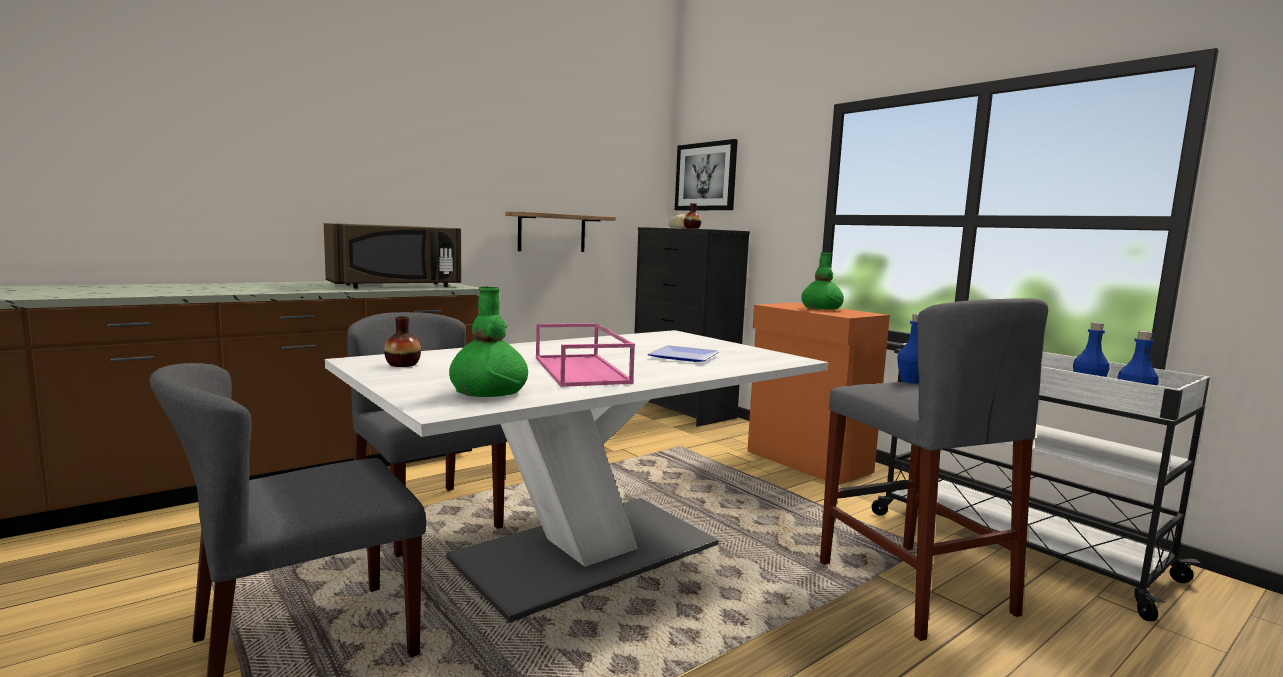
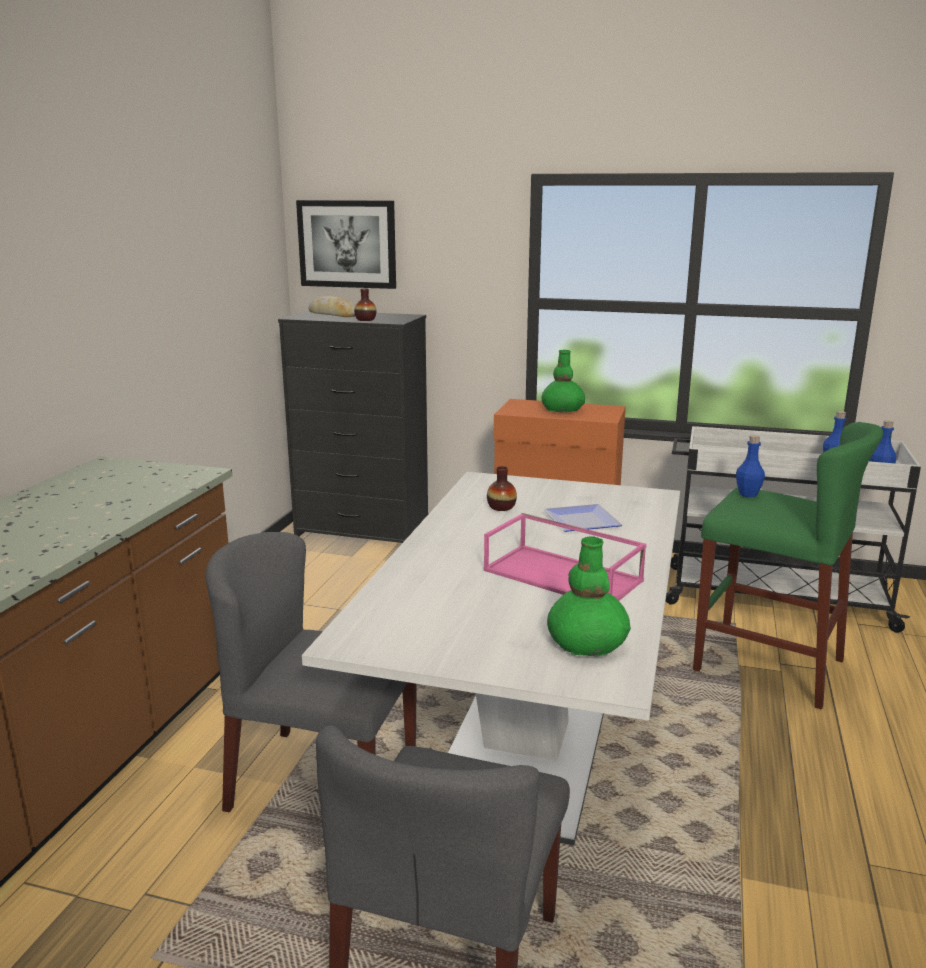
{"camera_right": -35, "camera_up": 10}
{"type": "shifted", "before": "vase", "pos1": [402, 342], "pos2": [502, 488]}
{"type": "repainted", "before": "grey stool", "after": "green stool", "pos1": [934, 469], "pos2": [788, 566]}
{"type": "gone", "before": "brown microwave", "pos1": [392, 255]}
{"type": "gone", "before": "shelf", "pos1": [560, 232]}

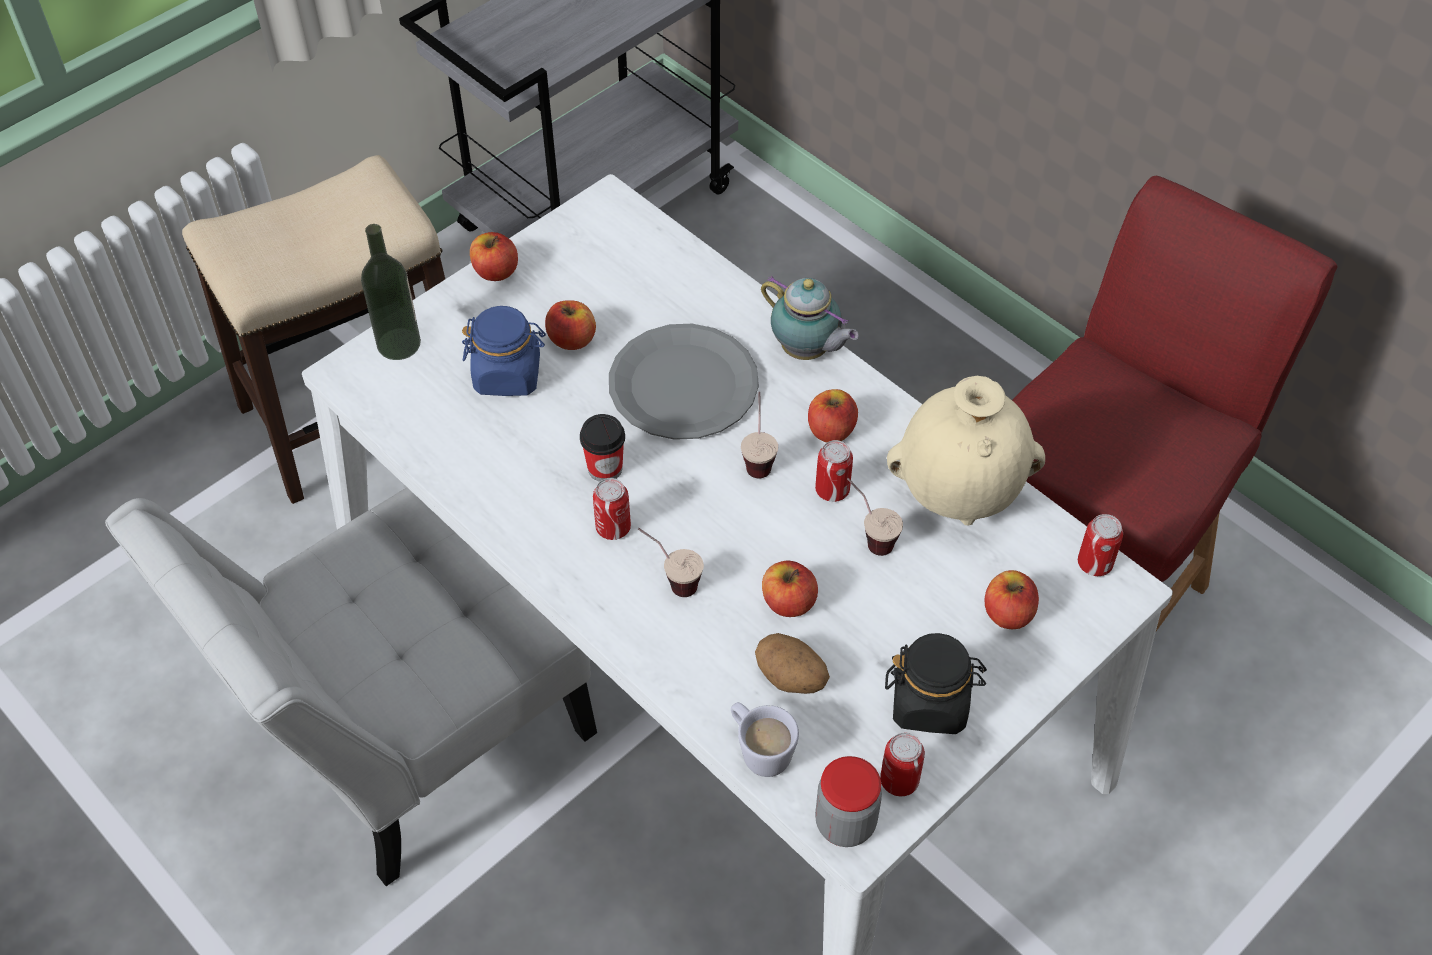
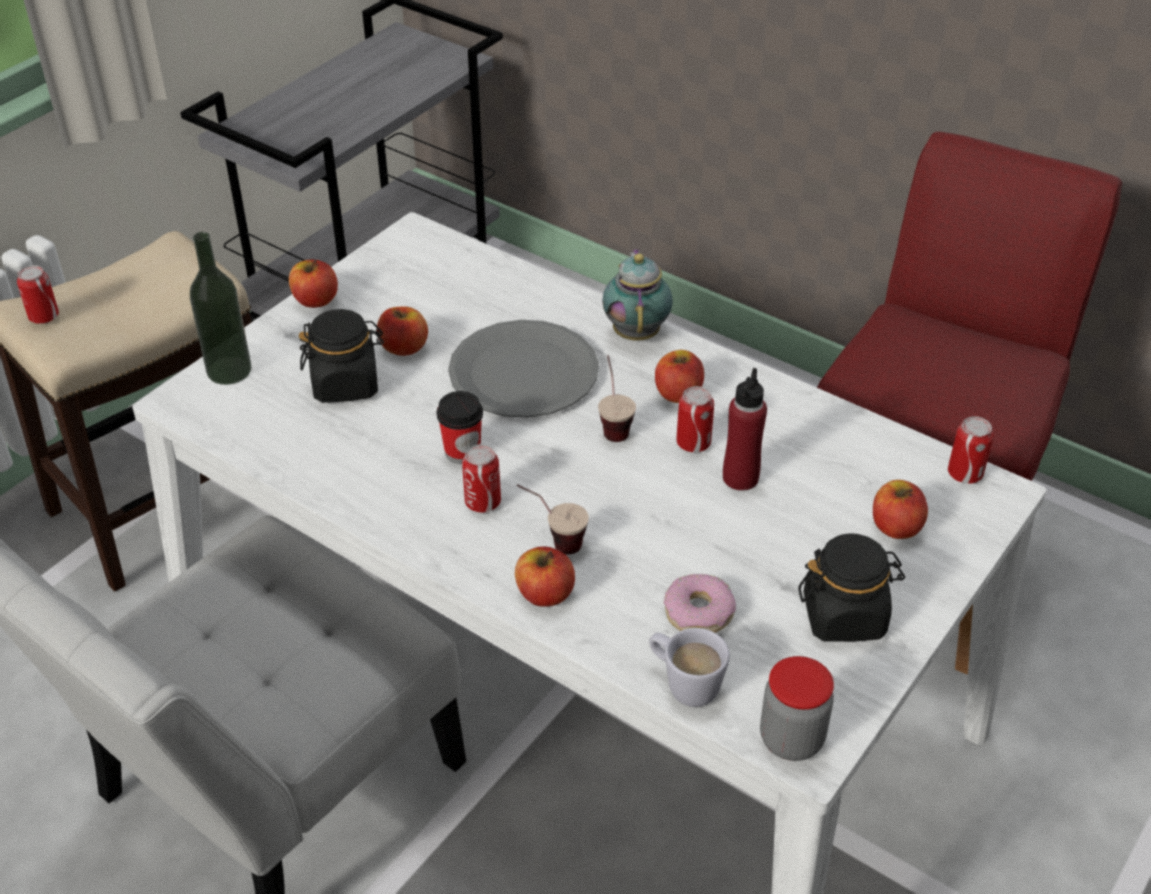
{"camera_right": -10, "camera_up": -10}
{"type": "shifted", "before": "can", "pos1": [902, 764], "pos2": [38, 294]}
{"type": "repainted", "before": "blue jar", "after": "black jar", "pos1": [504, 351], "pos2": [341, 356]}
{"type": "shifted", "before": "apple", "pos1": [790, 589], "pos2": [545, 576]}
{"type": "rotated", "before": "teapot", "pos1": [810, 318], "pos2": [637, 295], "turn": -120}
{"type": "swapped", "before": "potato", "after": "donut", "pos1": [792, 663], "pos2": [700, 603]}
{"type": "swapped", "before": "cup", "after": "red bottle", "pos1": [875, 517], "pos2": [745, 429]}
{"type": "gone", "before": "beige vase", "pos1": [966, 450]}

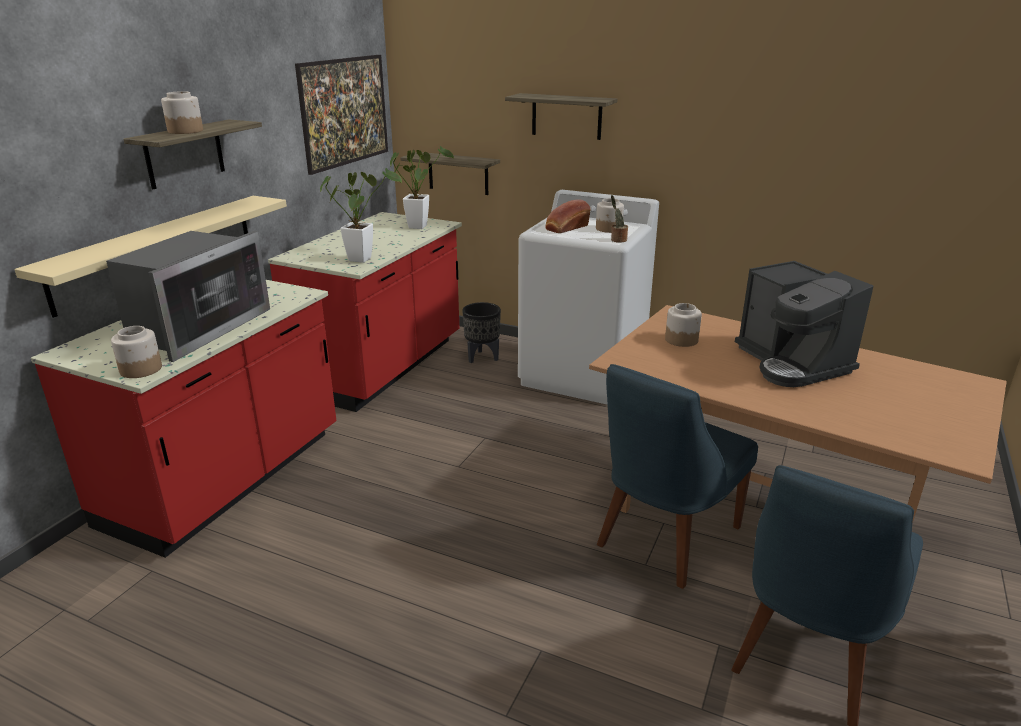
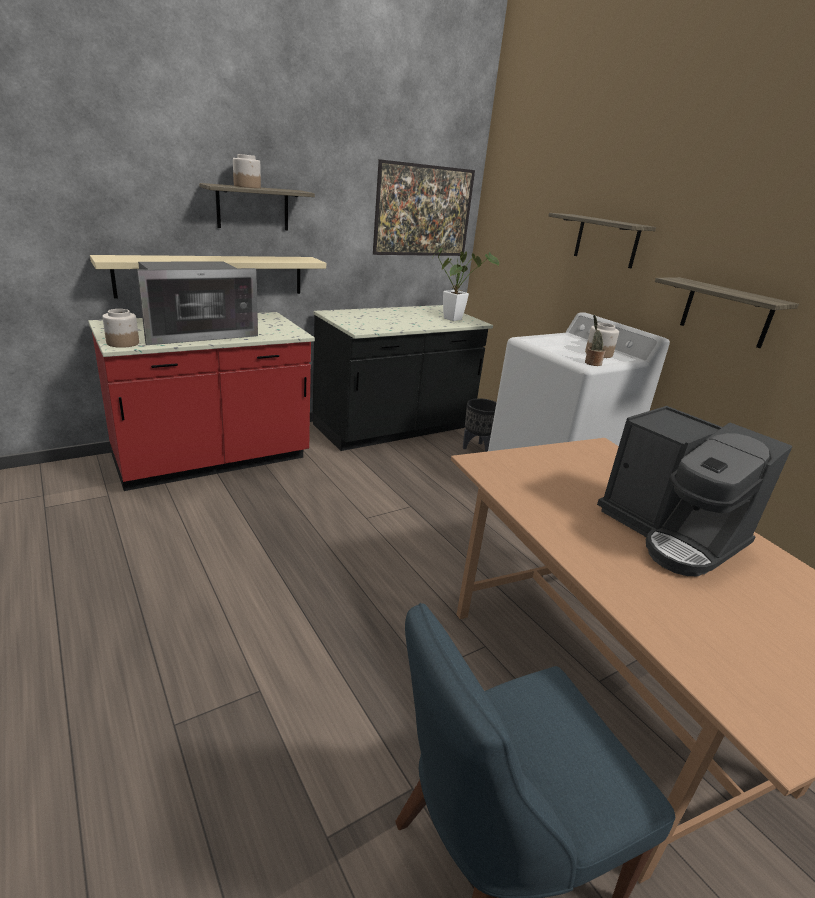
{"camera_right": 30, "camera_up": 0}
{"type": "repainted", "before": "red counter", "after": "black counter", "pos1": [365, 312], "pos2": [403, 378]}
{"type": "rotated", "before": "coffee machine", "pos1": [804, 324], "pos2": [694, 491], "turn": -45}
{"type": "shifted", "before": "shelf", "pos1": [450, 173], "pos2": [727, 312]}
{"type": "gone", "before": "potted plant", "pos1": [361, 215]}
{"type": "gone", "before": "bread", "pos1": [567, 216]}
{"type": "gone", "before": "blue chair", "pos1": [677, 476]}
{"type": "gone", "before": "jar", "pos1": [683, 325]}

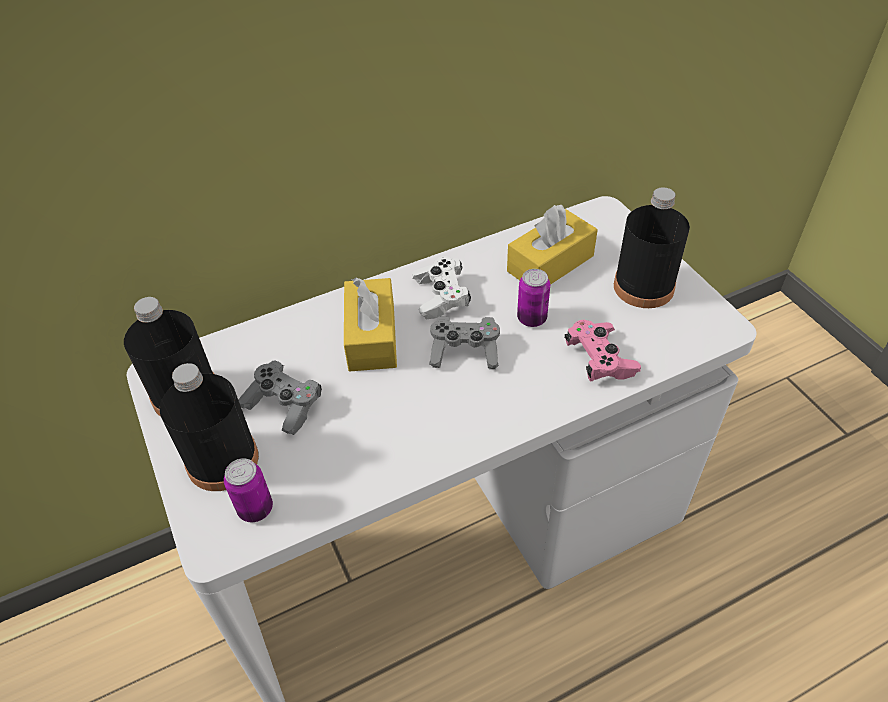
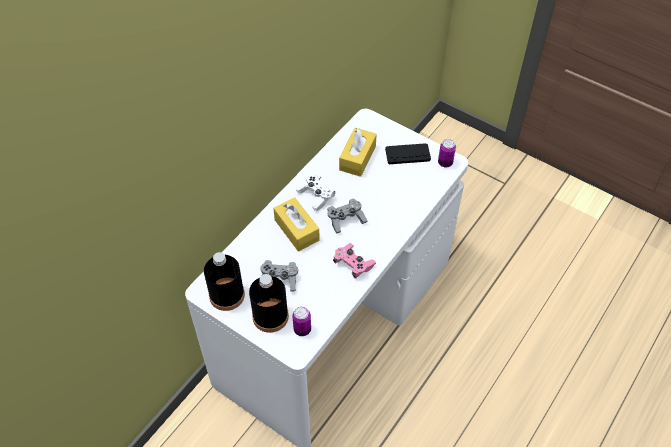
{"camera_right": -30, "camera_up": 5}
{"type": "shifted", "before": "pink game controller", "pos1": [603, 350], "pos2": [354, 261]}
{"type": "swapped", "before": "black bottle", "after": "black game controller", "pos1": [652, 247], "pos2": [408, 153]}
{"type": "shifted", "before": "can", "pos1": [533, 298], "pos2": [447, 153]}

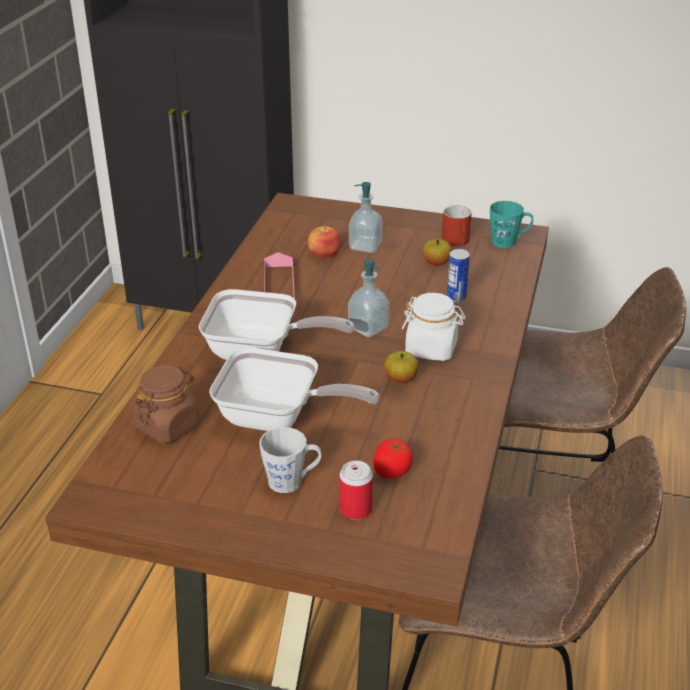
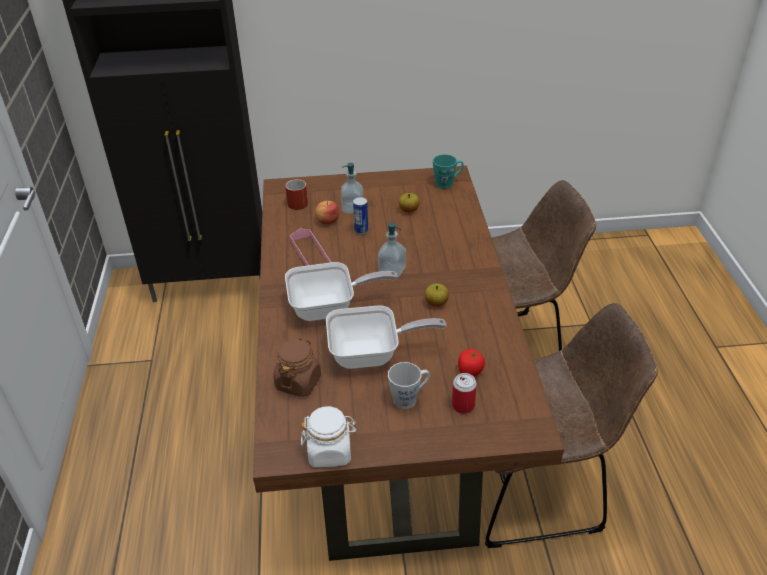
{"camera_right": -20, "camera_up": 5}
{"type": "shifted", "before": "red mug", "pos1": [457, 225], "pos2": [296, 194]}
{"type": "shifted", "before": "white jar", "pos1": [434, 327], "pos2": [328, 436]}
{"type": "shifted", "before": "can", "pos1": [458, 276], "pos2": [360, 216]}

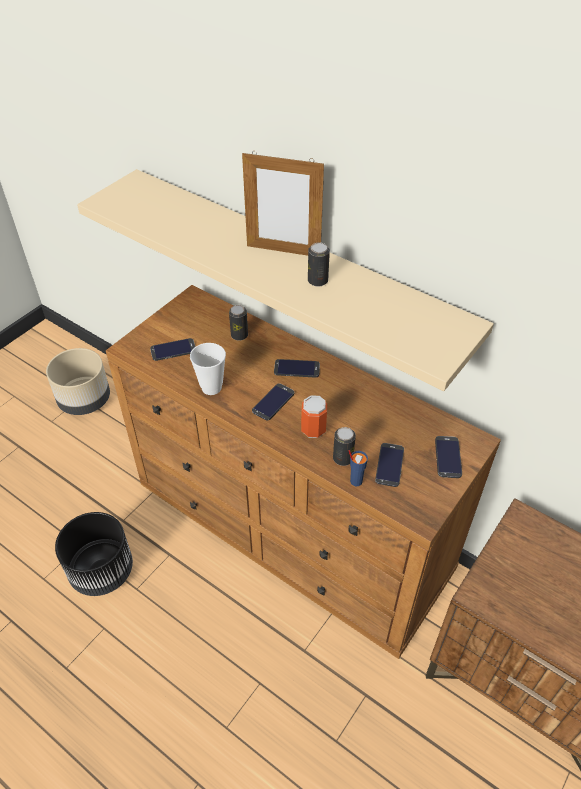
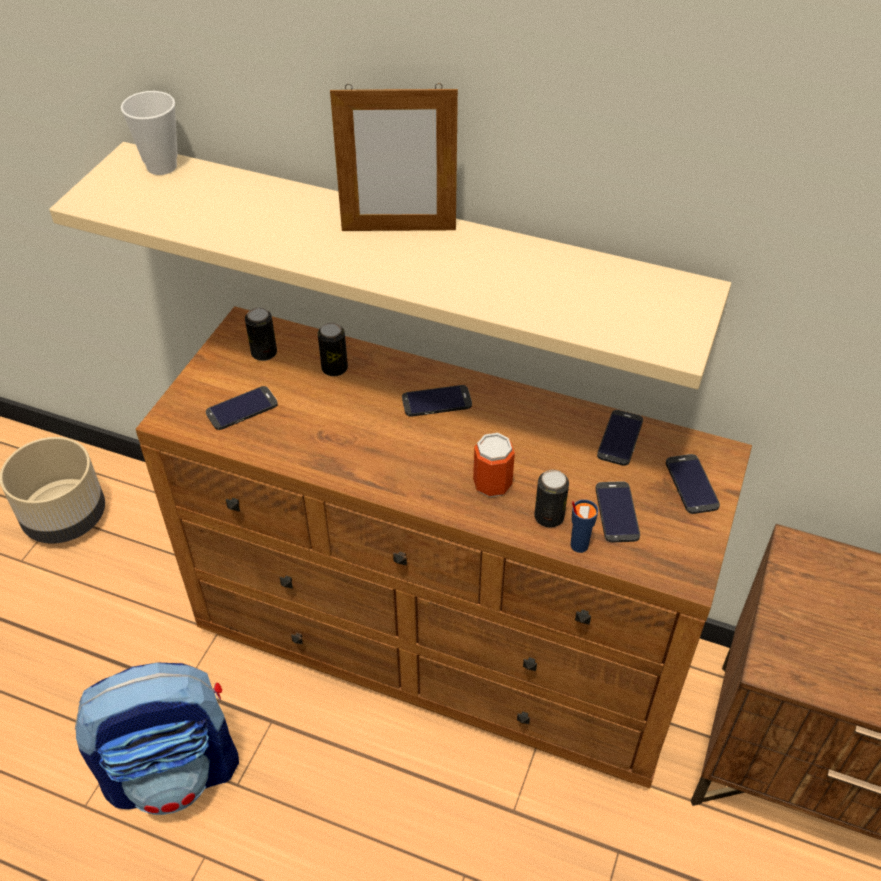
{"camera_right": -15, "camera_up": 0}
{"type": "swapped", "before": "black planter", "after": "backpack", "pos1": [94, 554], "pos2": [157, 739]}
{"type": "shifted", "before": "cup", "pos1": [208, 369], "pos2": [149, 133]}
{"type": "shifted", "before": "can", "pos1": [319, 264], "pos2": [261, 334]}
{"type": "shifted", "before": "phone", "pos1": [273, 402], "pos2": [620, 438]}

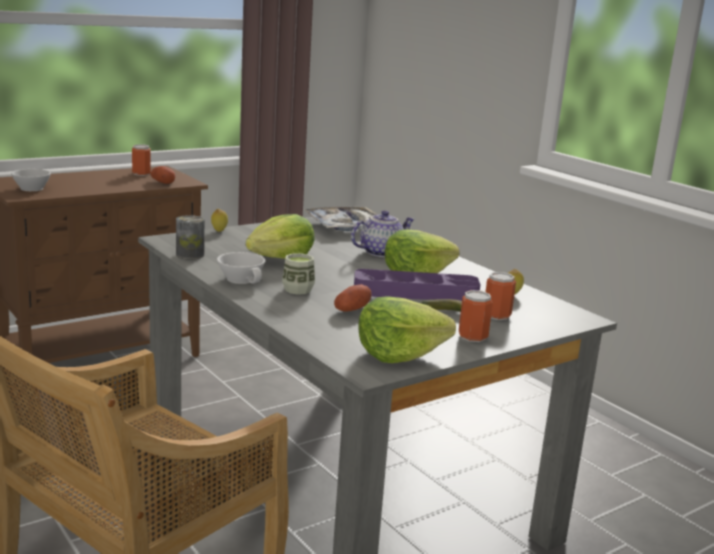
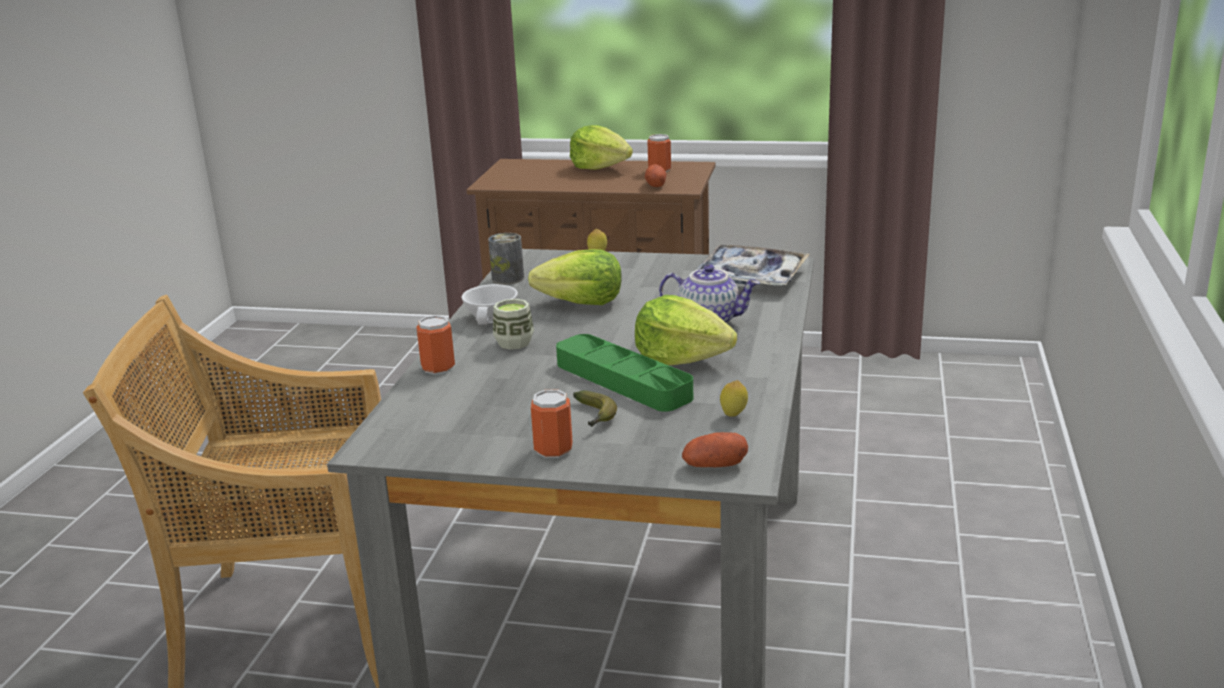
{"camera_right": 50, "camera_up": 5}
{"type": "shifted", "before": "can", "pos1": [501, 296], "pos2": [435, 344]}
{"type": "repainted", "before": "purple tray", "after": "green tray", "pos1": [417, 285], "pos2": [624, 373]}
{"type": "shifted", "before": "lettuce", "pos1": [407, 329], "pos2": [601, 147]}
{"type": "shifted", "before": "potato", "pos1": [353, 298], "pos2": [715, 449]}
{"type": "gone", "before": "white cup", "pos1": [31, 180]}

